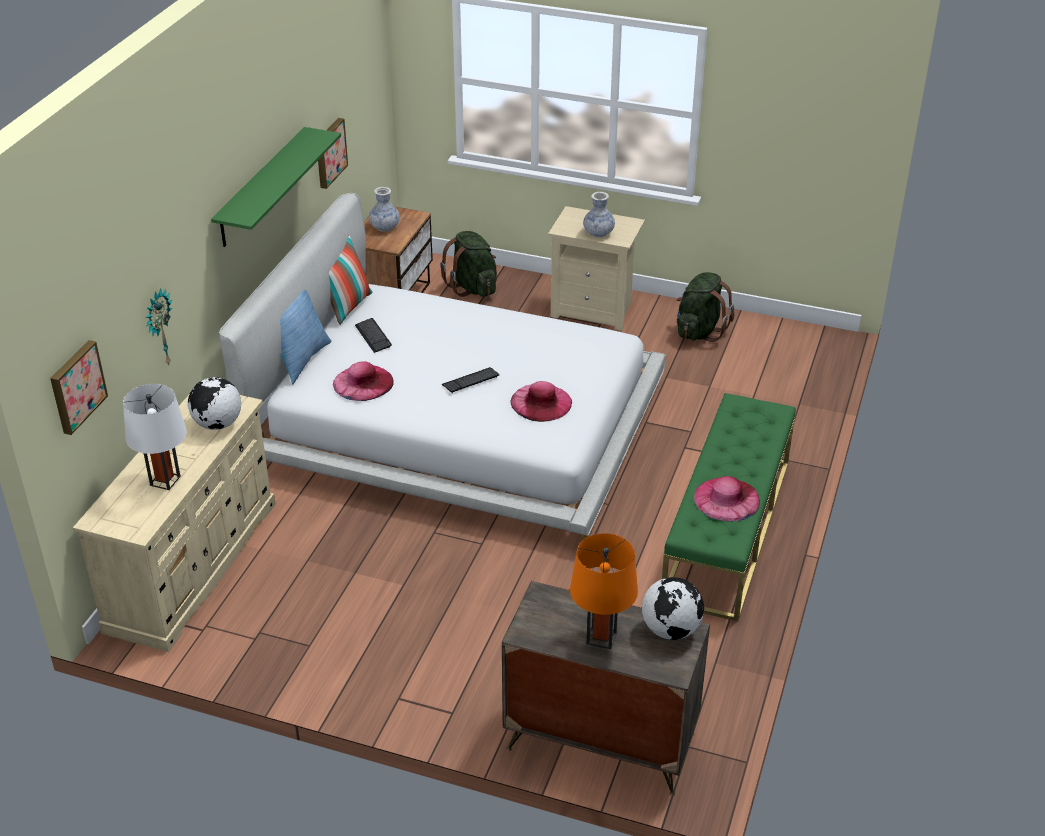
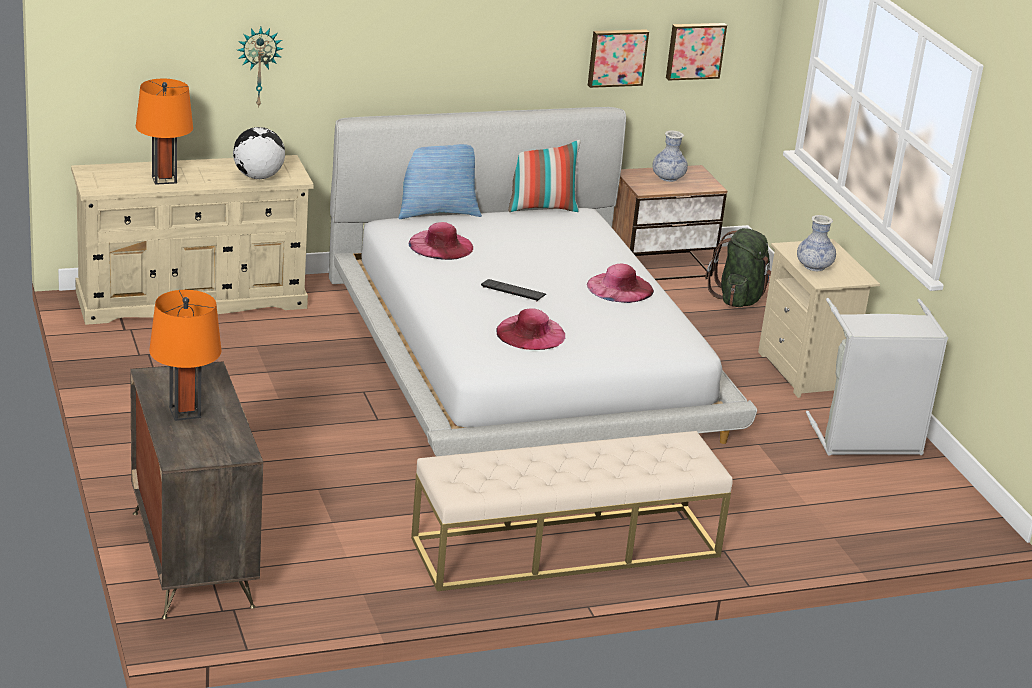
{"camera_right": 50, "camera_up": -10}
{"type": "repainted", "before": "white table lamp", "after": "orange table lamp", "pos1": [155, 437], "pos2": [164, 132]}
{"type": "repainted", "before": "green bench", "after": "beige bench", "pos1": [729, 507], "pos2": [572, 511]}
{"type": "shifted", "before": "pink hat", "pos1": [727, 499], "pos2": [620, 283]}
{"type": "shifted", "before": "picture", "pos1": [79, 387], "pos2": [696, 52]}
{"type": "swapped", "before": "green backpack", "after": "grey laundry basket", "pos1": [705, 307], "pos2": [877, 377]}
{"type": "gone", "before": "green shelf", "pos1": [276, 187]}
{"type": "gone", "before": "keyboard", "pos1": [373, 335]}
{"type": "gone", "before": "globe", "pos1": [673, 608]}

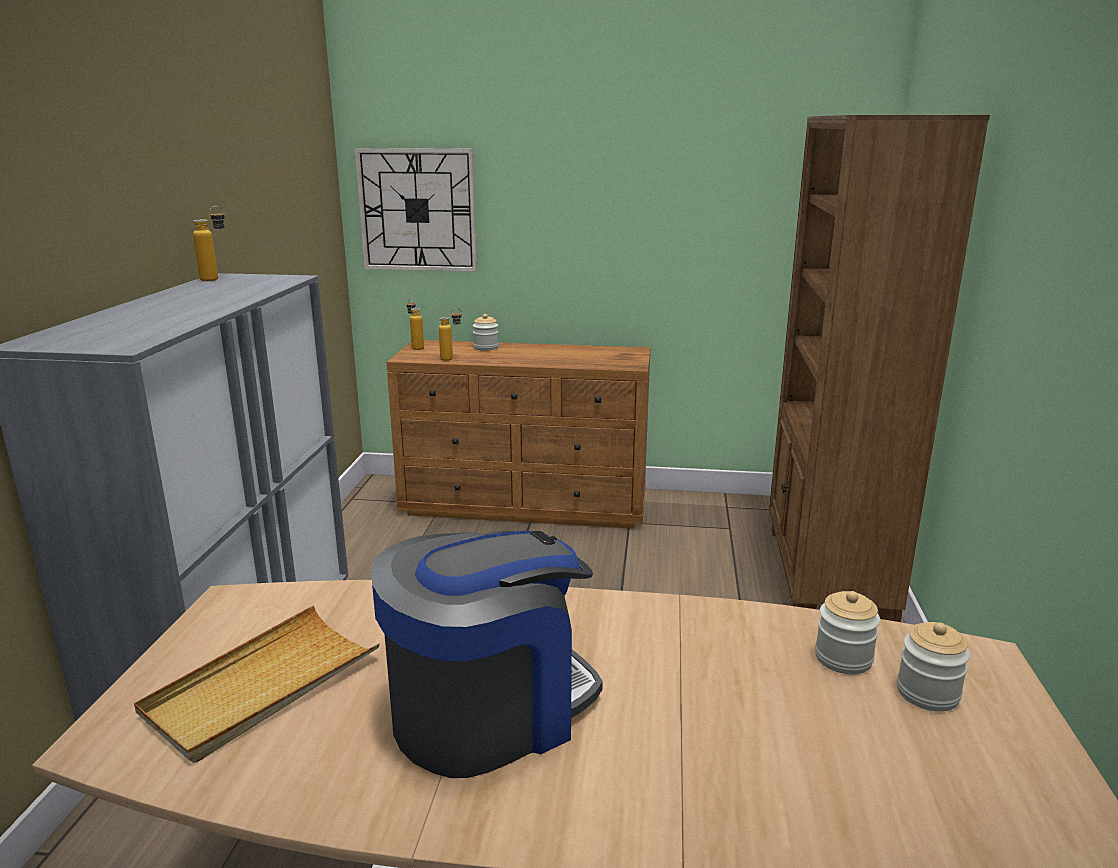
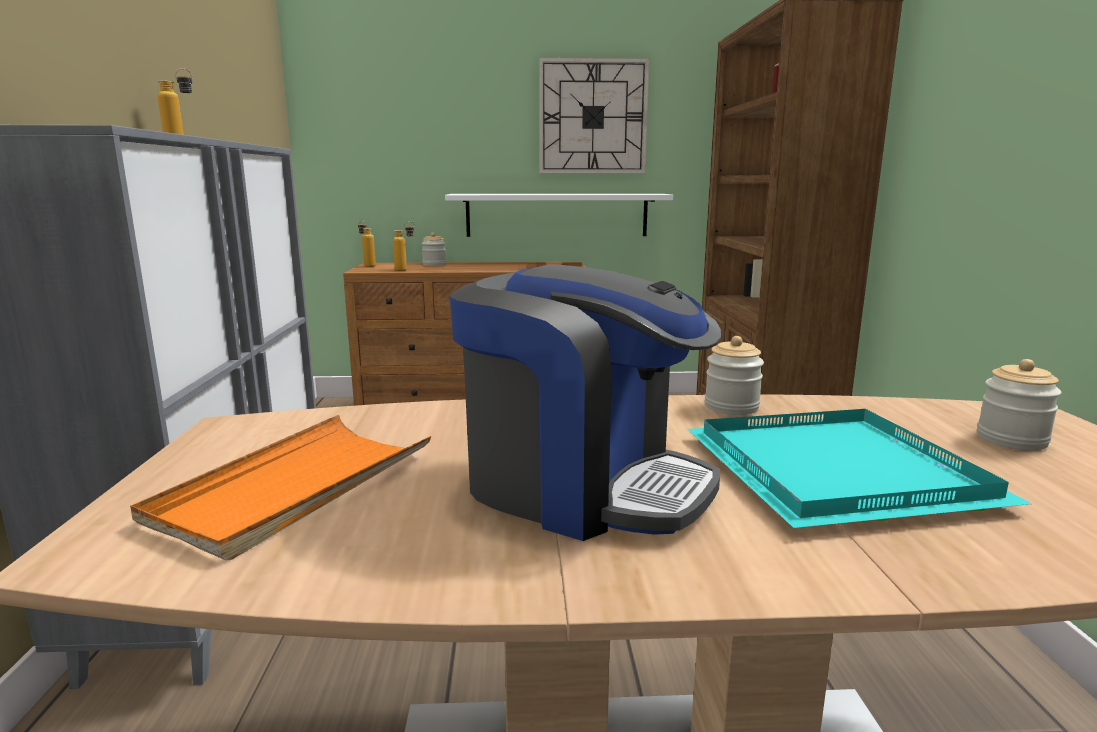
{"camera_right": -10, "camera_up": -5}
{"type": "repainted", "before": "beige tray", "after": "orange tray", "pos1": [256, 684], "pos2": [280, 487]}
{"type": "new", "after": "white shelf", "pos2": [559, 215]}
{"type": "rotated", "before": "coffee machine", "pos1": [487, 654], "pos2": [585, 402], "turn": 75}
{"type": "shifted", "before": "wall clock", "pos1": [416, 210], "pos2": [594, 116]}
{"type": "new", "after": "turquoise tray", "pos2": [859, 468]}
{"type": "shifted", "before": "jar", "pos1": [847, 632], "pos2": [734, 375]}

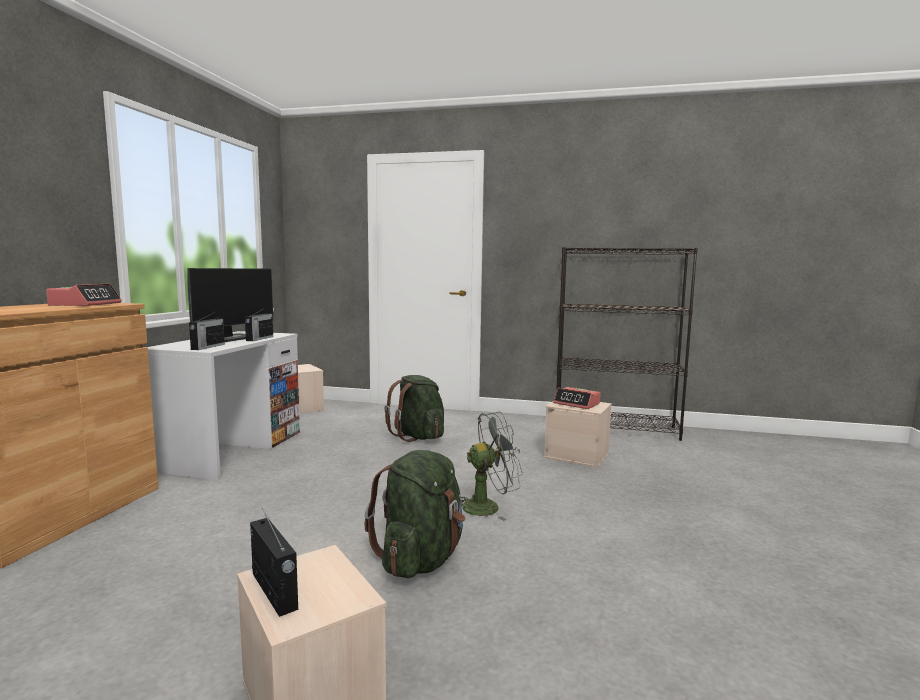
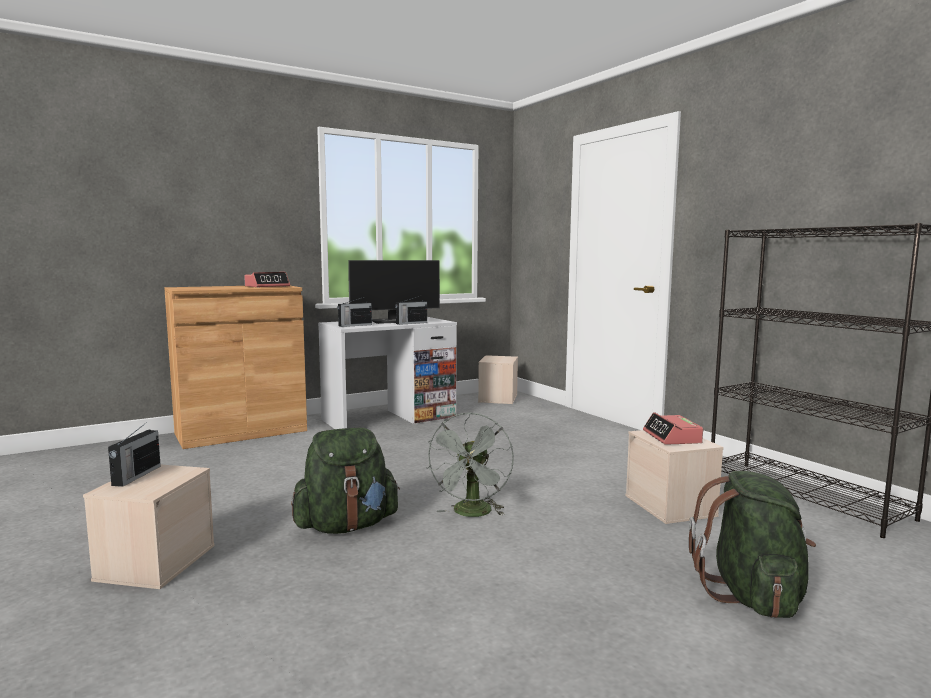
{"camera_right": 45, "camera_up": 0}
{"type": "rotated", "before": "grey fan", "pos1": [492, 466], "pos2": [470, 464], "turn": 75}
{"type": "shifted", "before": "green backpack", "pos1": [414, 408], "pos2": [752, 544]}

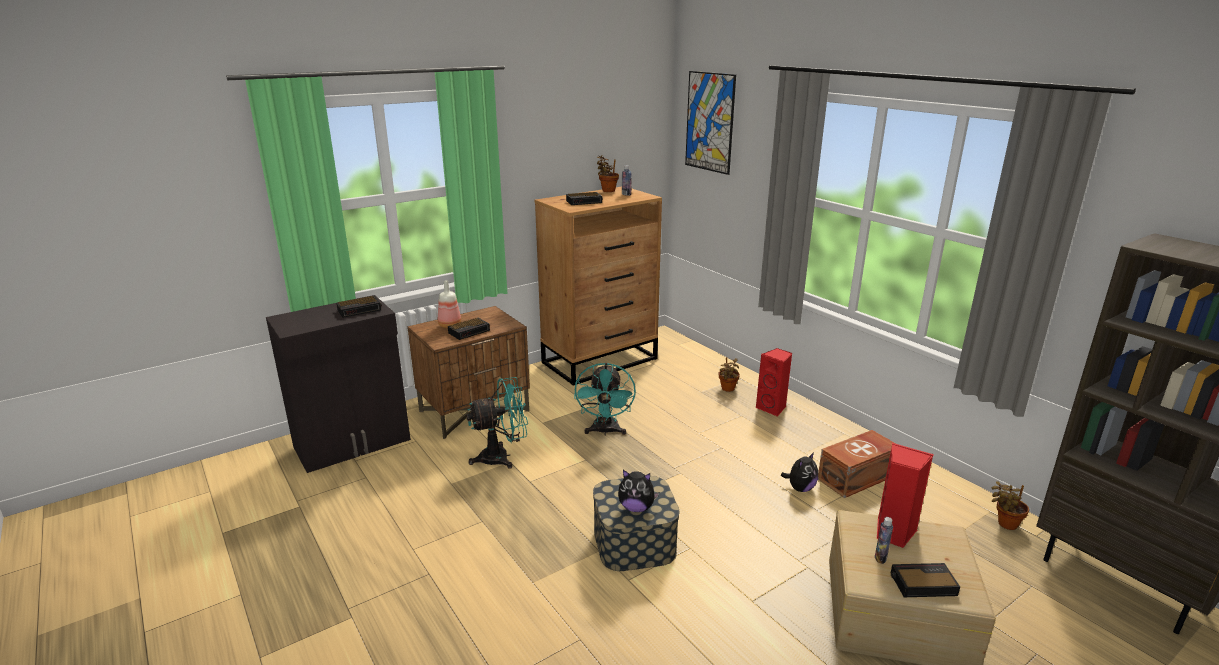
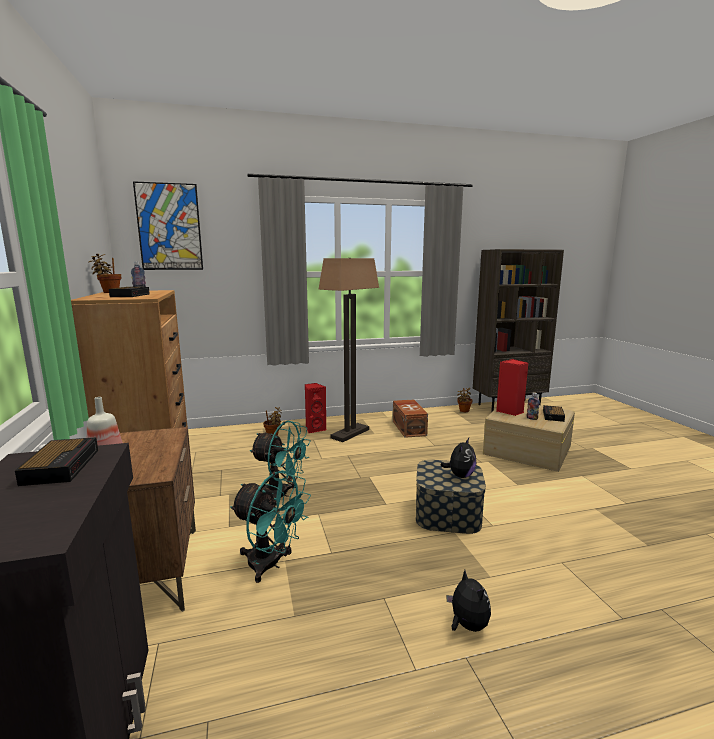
{"camera_right": -70, "camera_up": -10}
{"type": "rotated", "before": "turquoise fan", "pos1": [497, 423], "pos2": [270, 526], "turn": 120}
{"type": "new", "after": "floor lamp", "pos2": [348, 350]}
{"type": "shifted", "before": "plush toy", "pos1": [799, 472], "pos2": [469, 601]}
{"type": "gone", "before": "alarm clock", "pos1": [469, 329]}

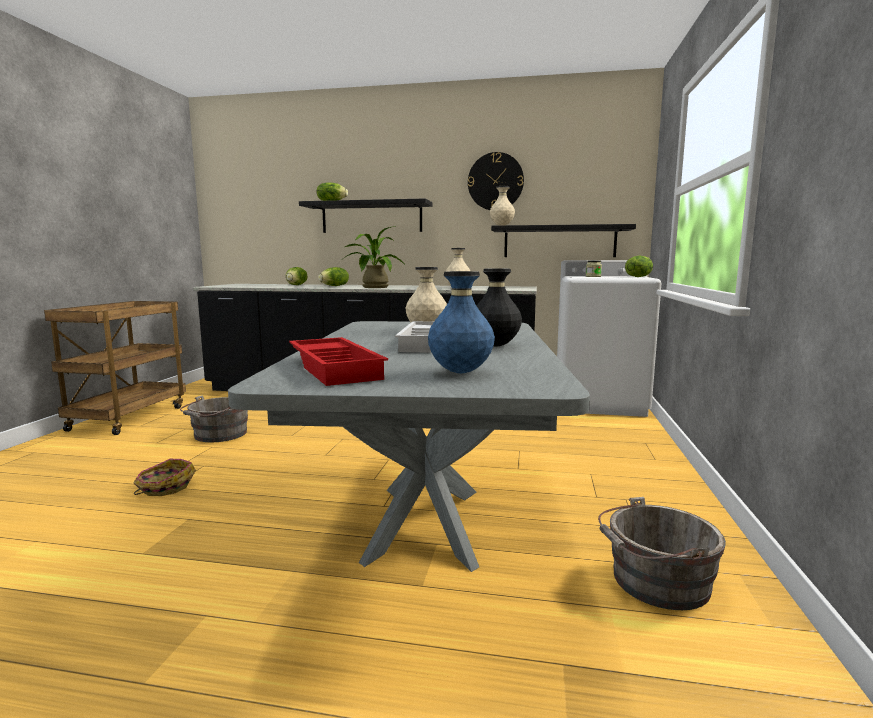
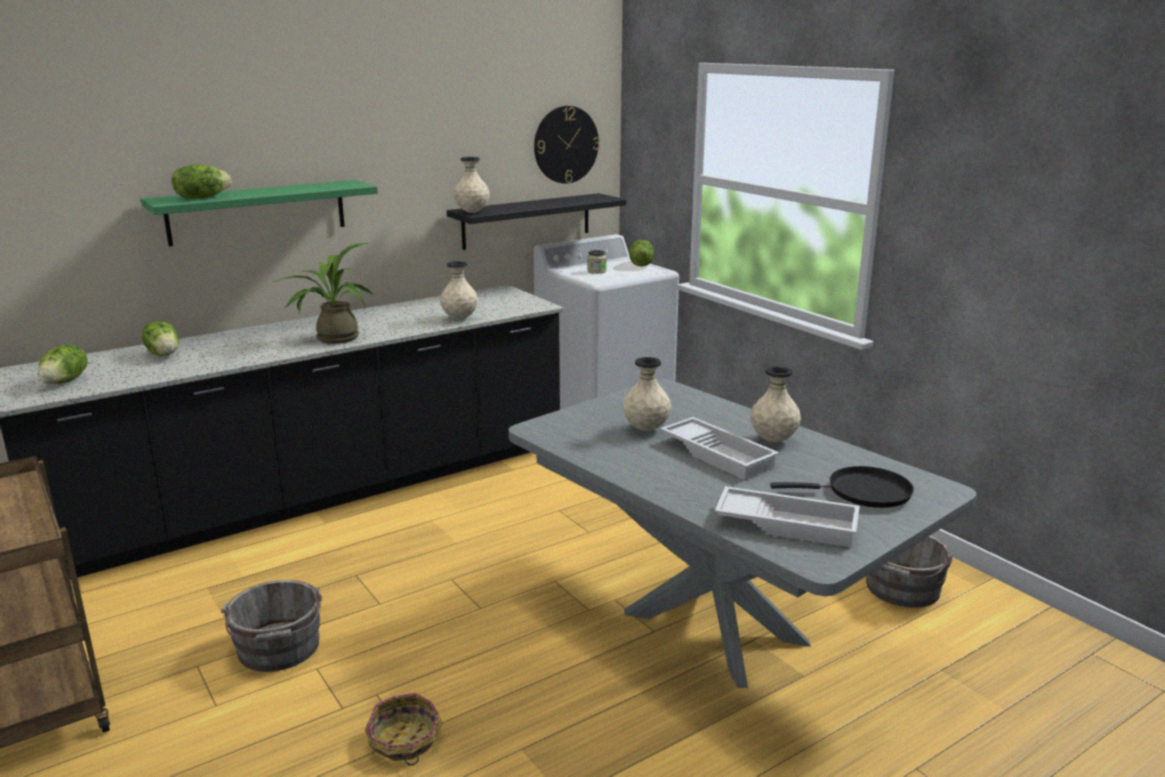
{"camera_right": -45, "camera_up": 10}
{"type": "shifted", "before": "lettuce", "pos1": [333, 276], "pos2": [63, 364]}
{"type": "repainted", "before": "black shelf", "after": "green shelf", "pos1": [366, 215], "pos2": [259, 213]}
{"type": "shifted", "before": "wall clock", "pos1": [496, 181], "pos2": [567, 145]}
{"type": "repainted", "before": "red tray", "after": "white tray", "pos1": [338, 361], "pos2": [787, 516]}
{"type": "repainted", "before": "black vase", "after": "beige vase", "pos1": [499, 307], "pos2": [775, 404]}
{"type": "swapped", "before": "blue vase", "after": "black frying pan", "pos1": [461, 322], "pos2": [842, 487]}

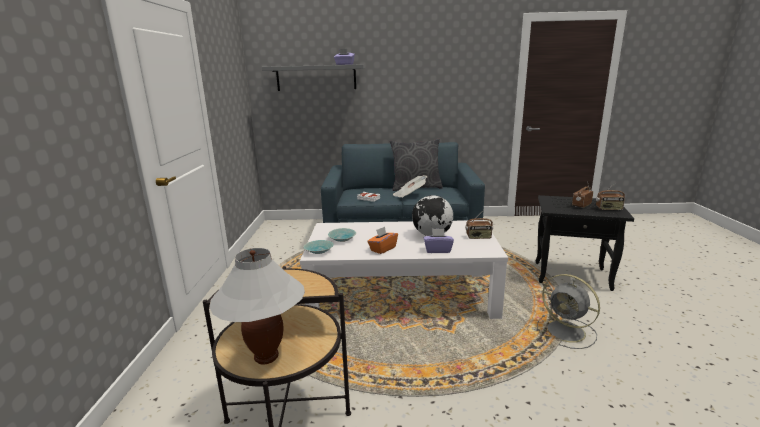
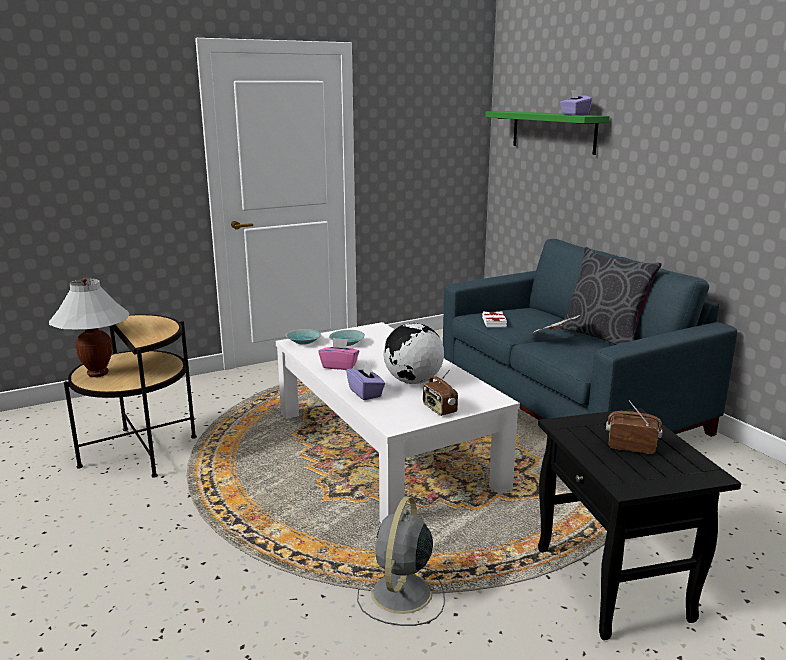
{"camera_right": 60, "camera_up": 0}
{"type": "repainted", "before": "orange tissue box", "after": "pink tissue box", "pos1": [382, 240], "pos2": [339, 354]}
{"type": "repainted", "before": "grey shelf", "after": "green shelf", "pos1": [313, 77], "pos2": [547, 133]}
{"type": "gone", "before": "radio", "pos1": [610, 196]}

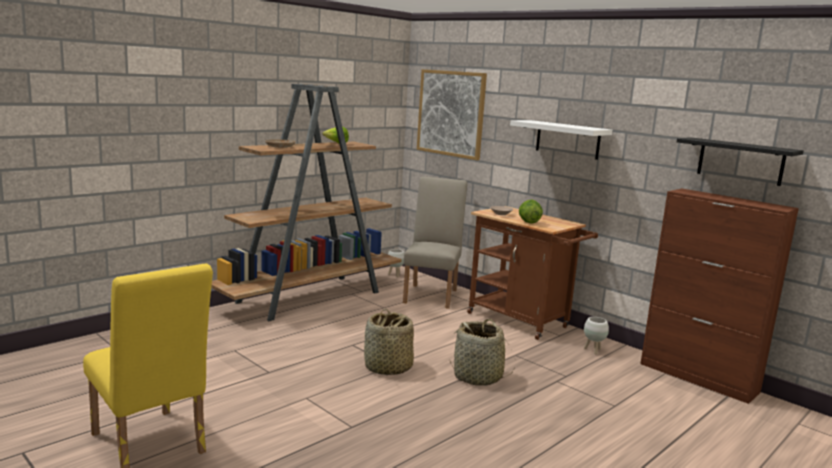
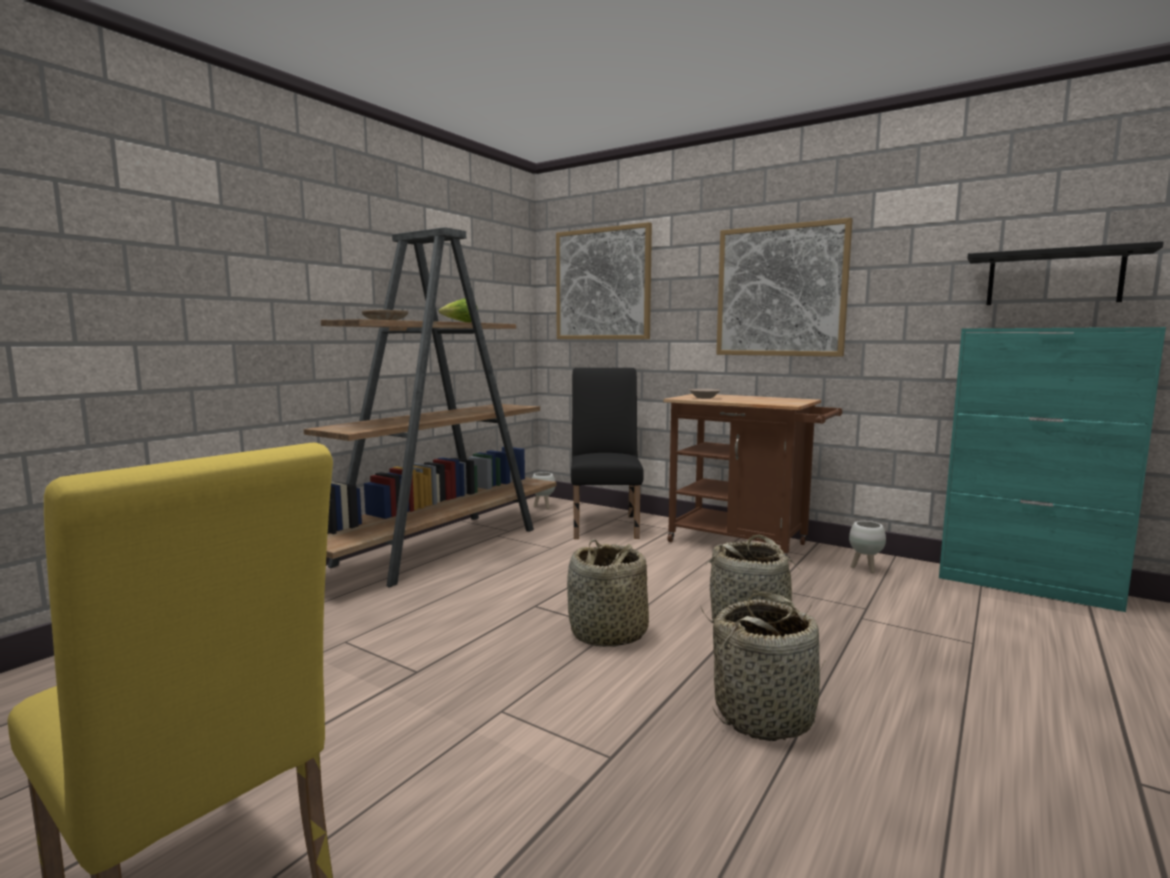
{"camera_right": -10, "camera_up": -5}
{"type": "repainted", "before": "beige chair", "after": "black chair", "pos1": [435, 243], "pos2": [607, 453]}
{"type": "new", "after": "basket", "pos2": [769, 666]}
{"type": "swapped", "before": "white shelf", "after": "picture", "pos1": [561, 140], "pos2": [784, 287]}
{"type": "repainted", "before": "brown cabinet", "after": "turquoise cabinet", "pos1": [719, 296], "pos2": [1052, 469]}
{"type": "gone", "before": "lettuce", "pos1": [531, 211]}

